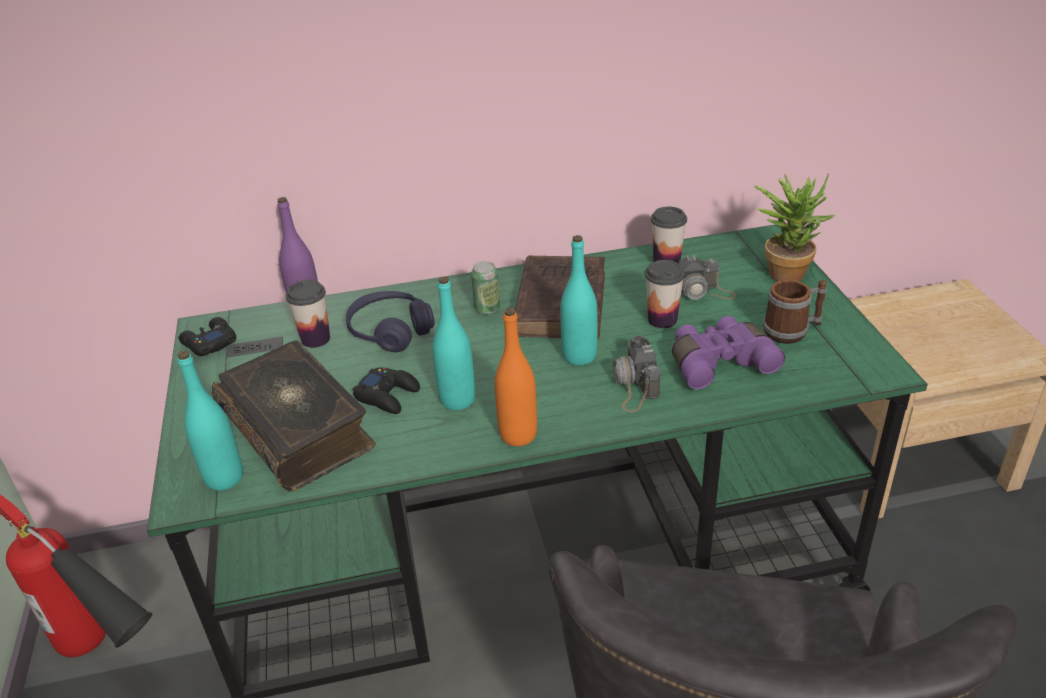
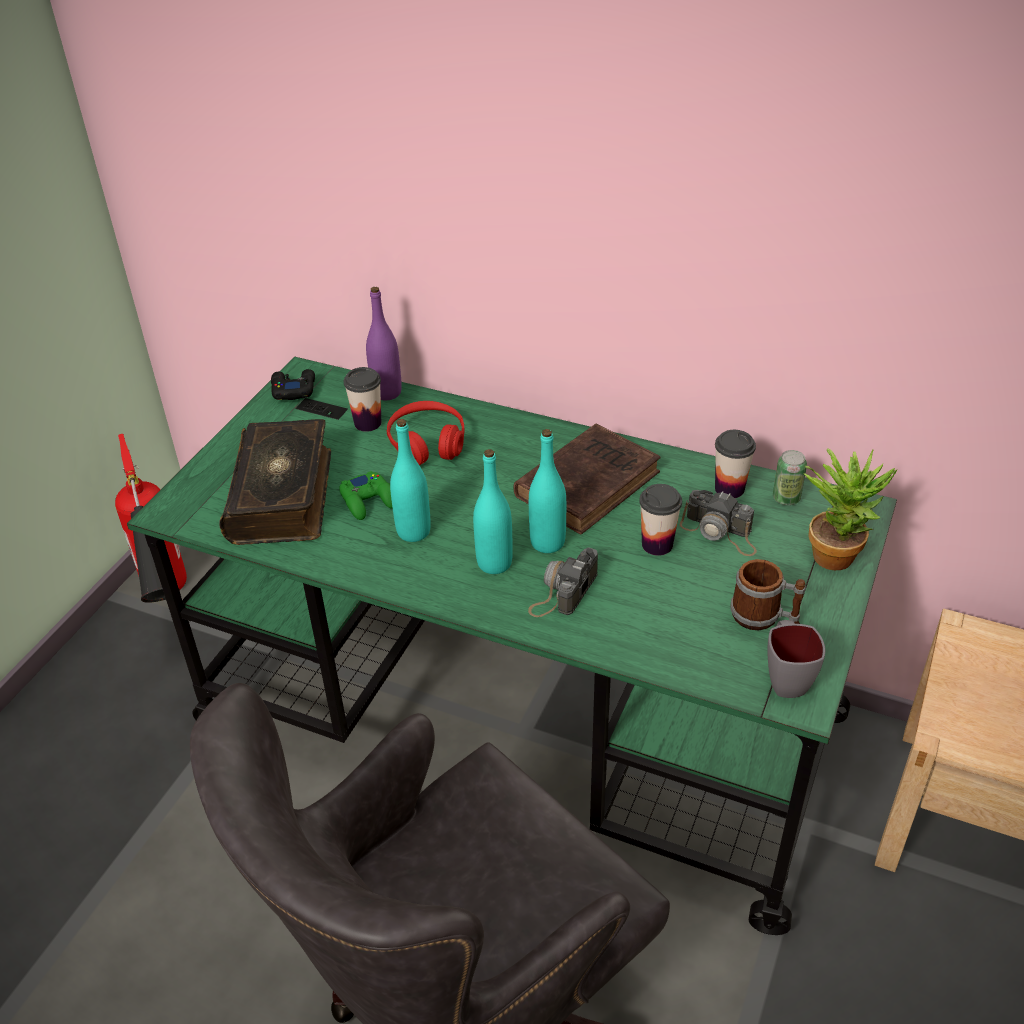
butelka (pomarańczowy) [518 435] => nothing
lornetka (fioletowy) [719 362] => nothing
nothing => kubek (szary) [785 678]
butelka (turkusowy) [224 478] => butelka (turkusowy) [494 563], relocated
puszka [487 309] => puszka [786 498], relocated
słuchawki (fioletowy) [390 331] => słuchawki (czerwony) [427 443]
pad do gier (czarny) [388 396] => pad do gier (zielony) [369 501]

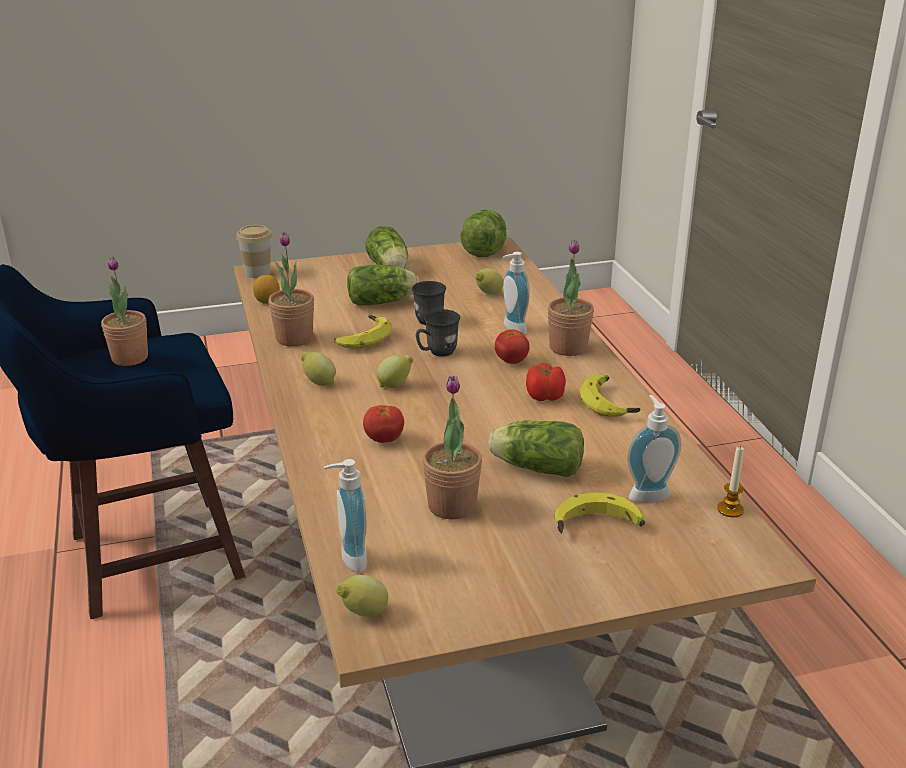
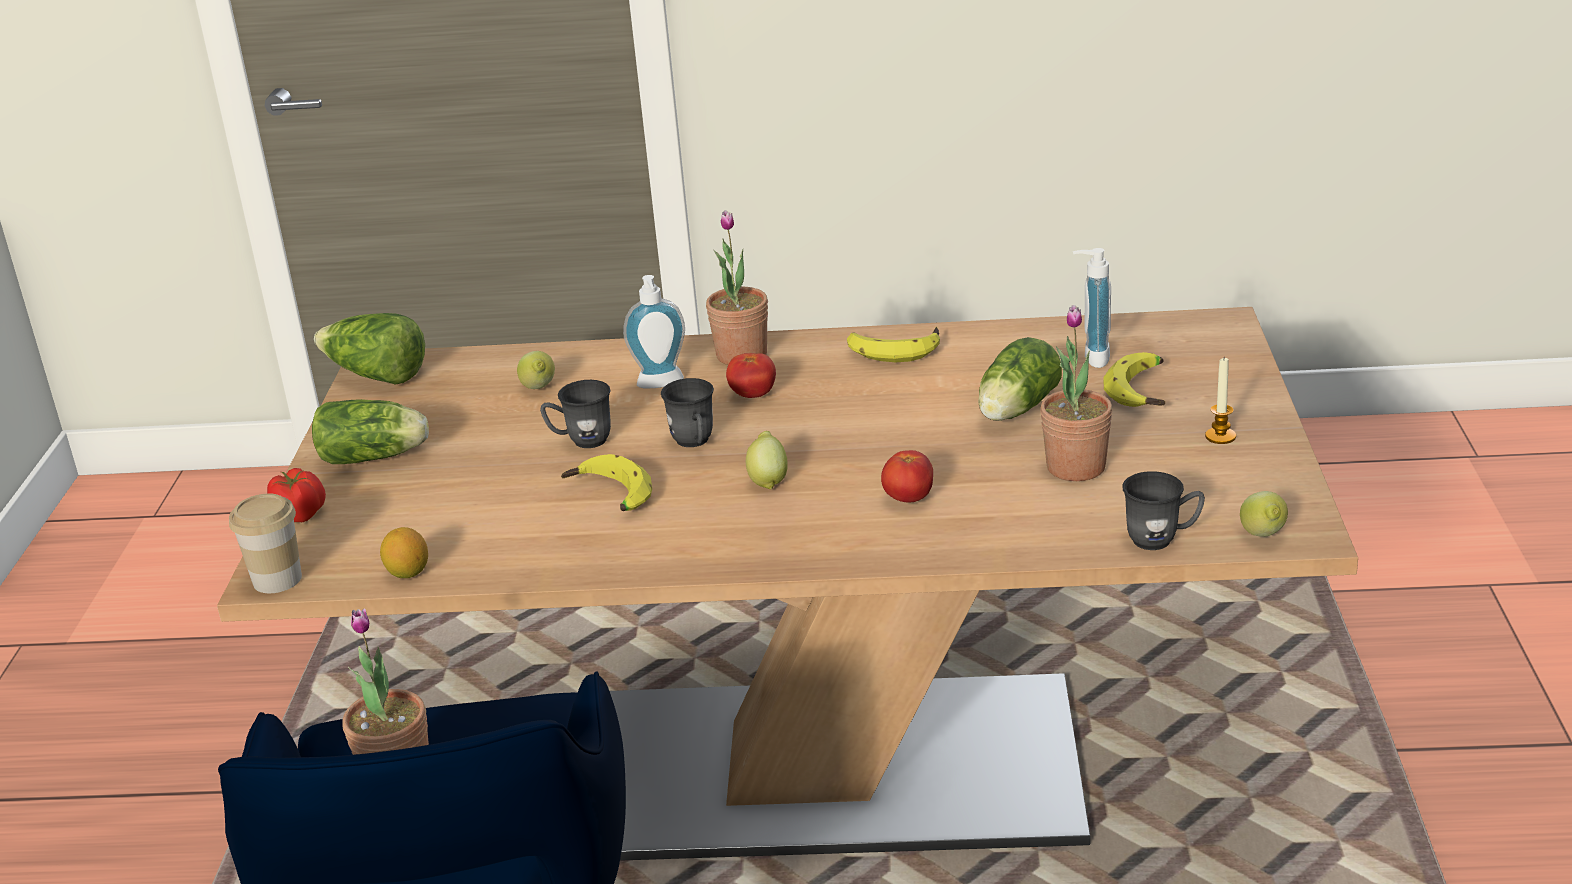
roślina doniczkowa [294 338] => nothing
cytryna [318 382] => nothing
sałata [384 302] => nothing
pomidor [545 397] => pomidor [301 515], relocated
świeca [730 509] => świeca [1220 436], relocated
dozownik mydła [348 559] => kubek (szary) [1162 539]

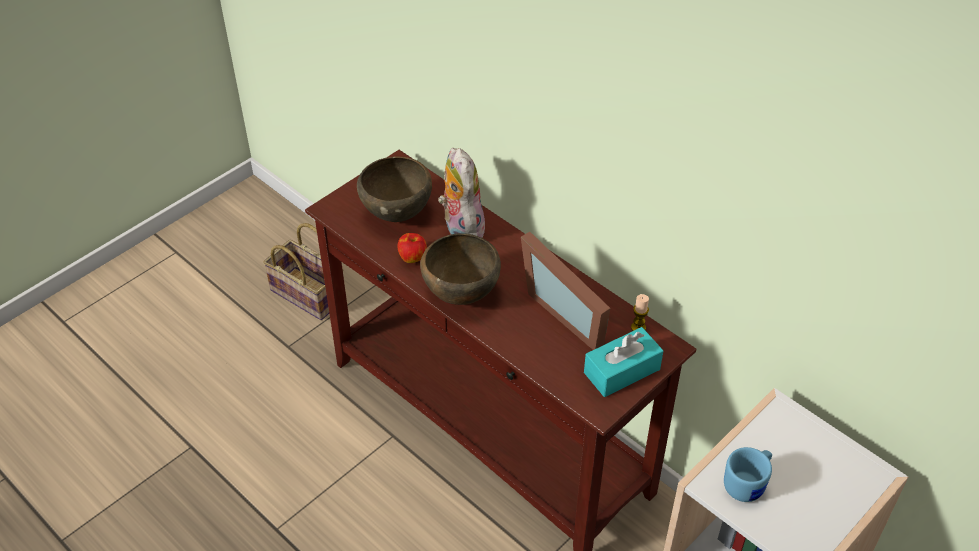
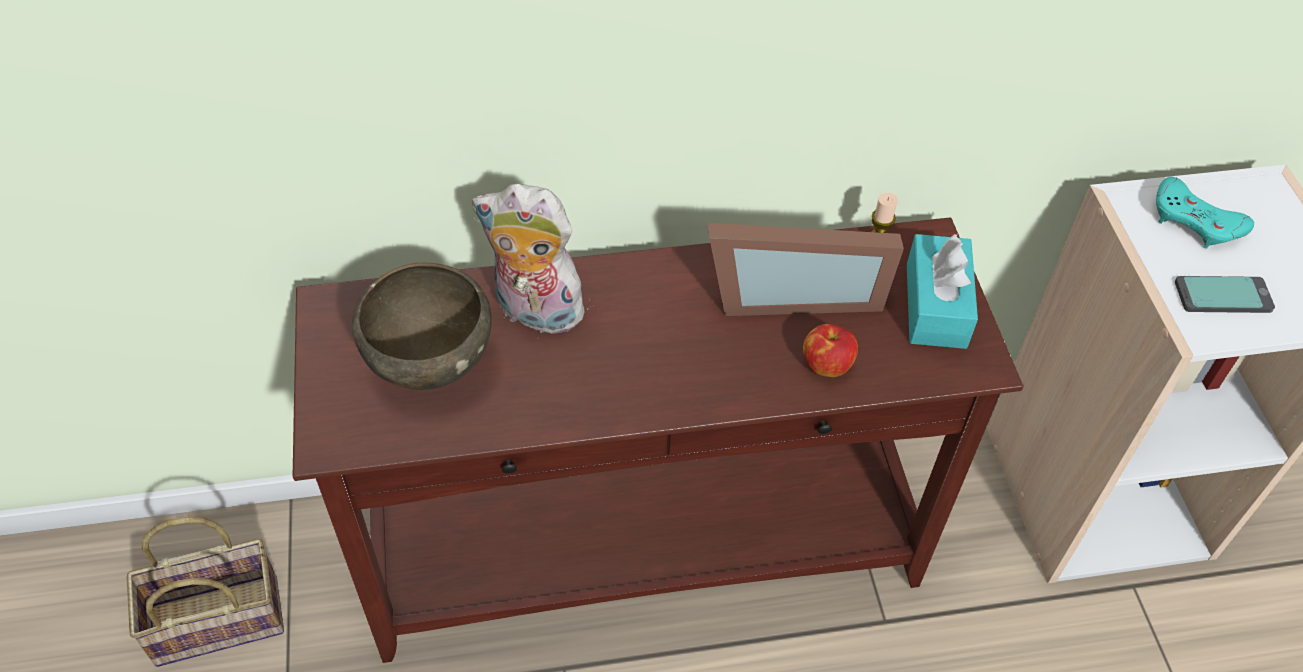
miska (brązowy) [460 295] => nothing
nothing => pad do gier (turkusowy) [1195 221]
jabłko [413 257] => jabłko [826 365], relocated
kubek (niebieski) [748 484] => telefon [1222 295]

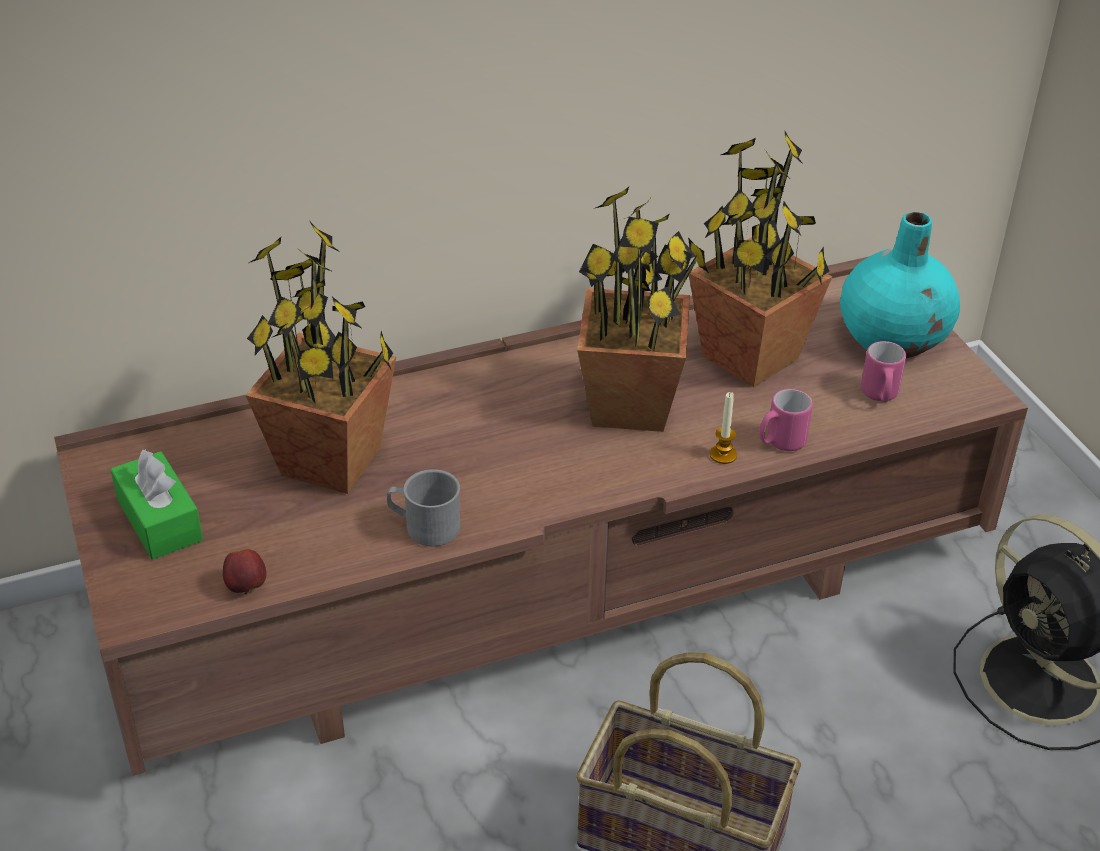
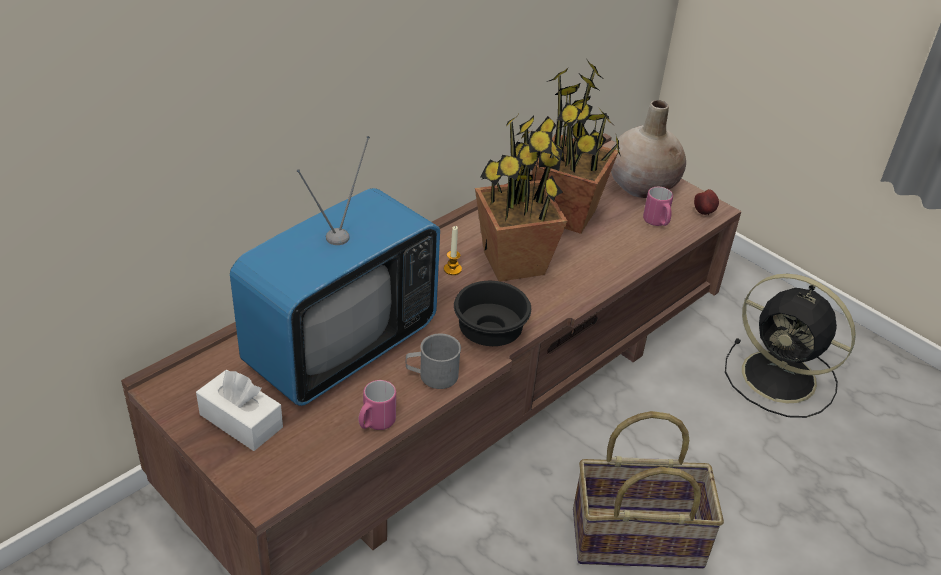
nothing => miska (czarny) [488 331]
jabłko [246 587] => jabłko [704 212], relocated
świeca [723 455] => świeca [452 269], relocated
kubek (różowy) [780 443] => kubek (różowy) [375 423], relocated
roślina doniczkowa [332 462] => telewizor [340 347]
pudełko chusteczek (zielony) [159 520] => pudełko chusteczek (biały) [241 421]
wazon (turkusowy) [893 339] => wazon (beżowy) [642 185]

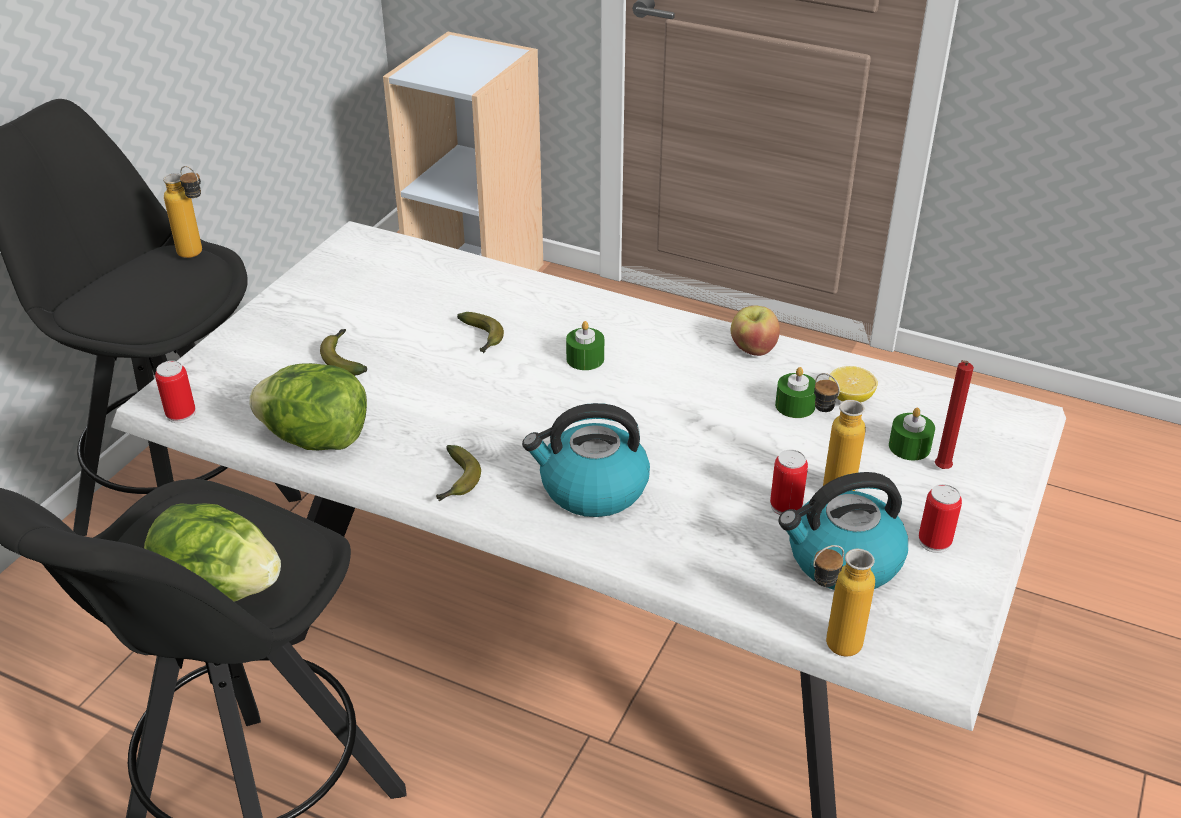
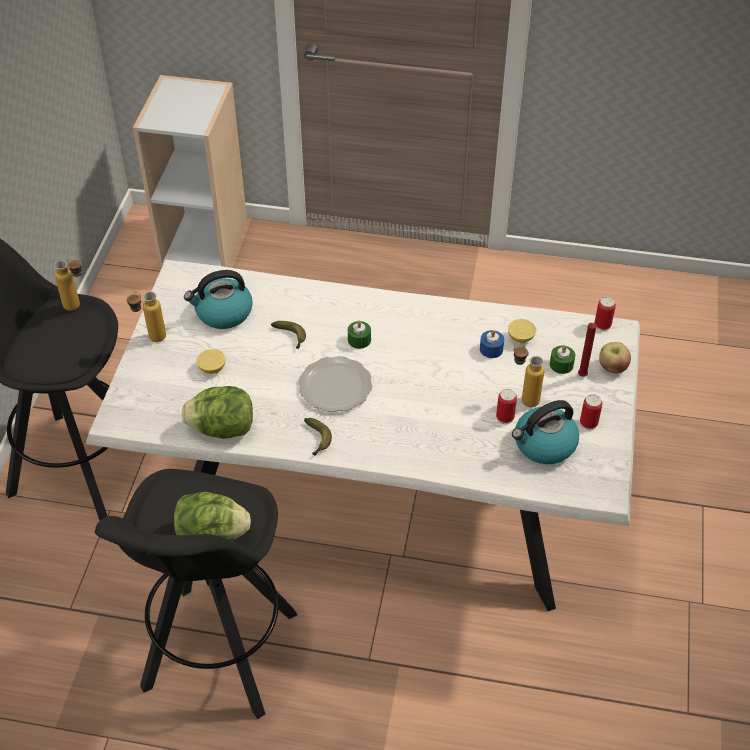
nothing => talerz [336 386]
puszka [181 414] => puszka [602 325], relocated
czajnik [592 488] => czajnik [223 313], relocated
jabłko [753 349] => jabłko [612 367], relocated
butelka [830 648] => butelka [151 339], relocated
banan [343 358] => cytryna [212 368]
świeca (zielony) [795 405] => świeca (niebieski) [491 349]

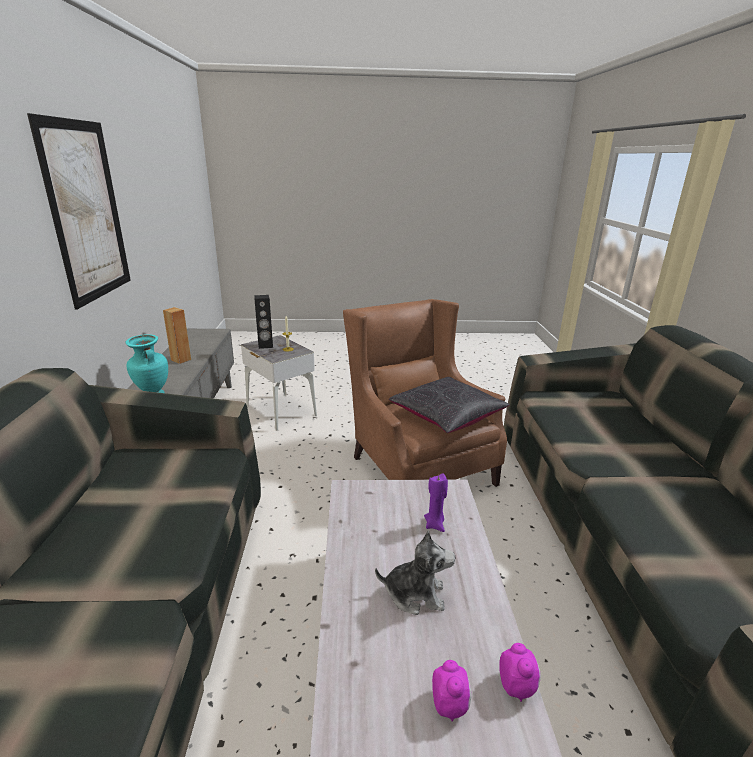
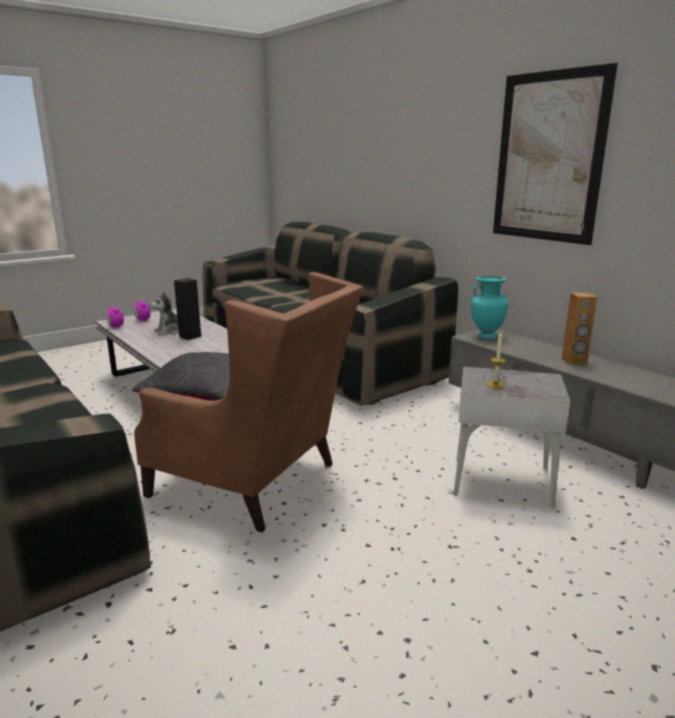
świeca (fioletowy) [435 524] => nothing
głośnik (czarny) [265 346] => głośnik (czarny) [190 336], relocated

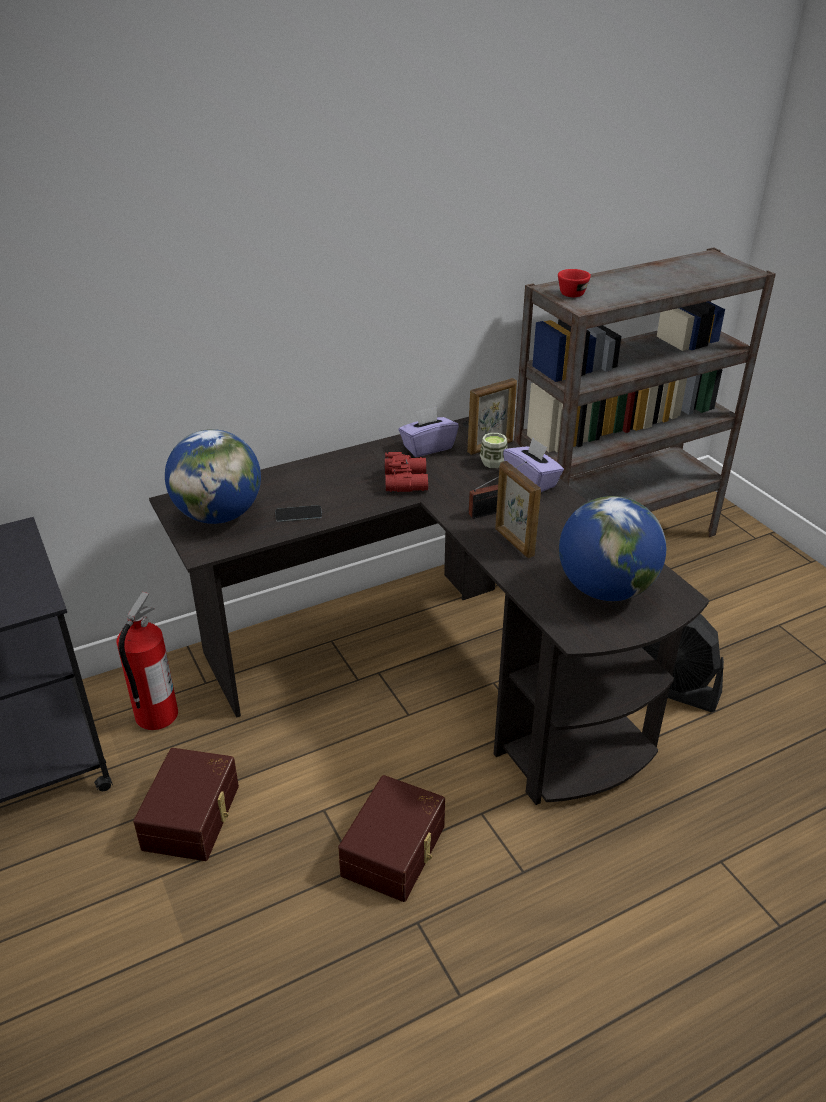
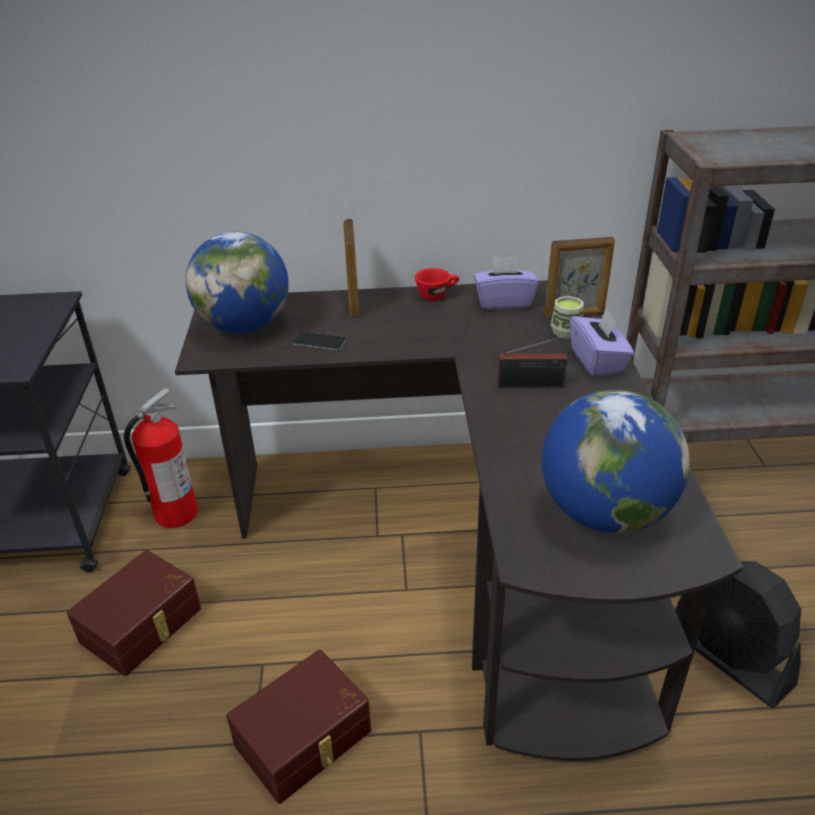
lornetka (czerwony) [407 481] => nothing
ramka na zdjęcie [513 542] => ramka na zdjęcie [353 303], relocated
filiżanka (czerwony) [574 293] => filiżanka (czerwony) [437 294], relocated

